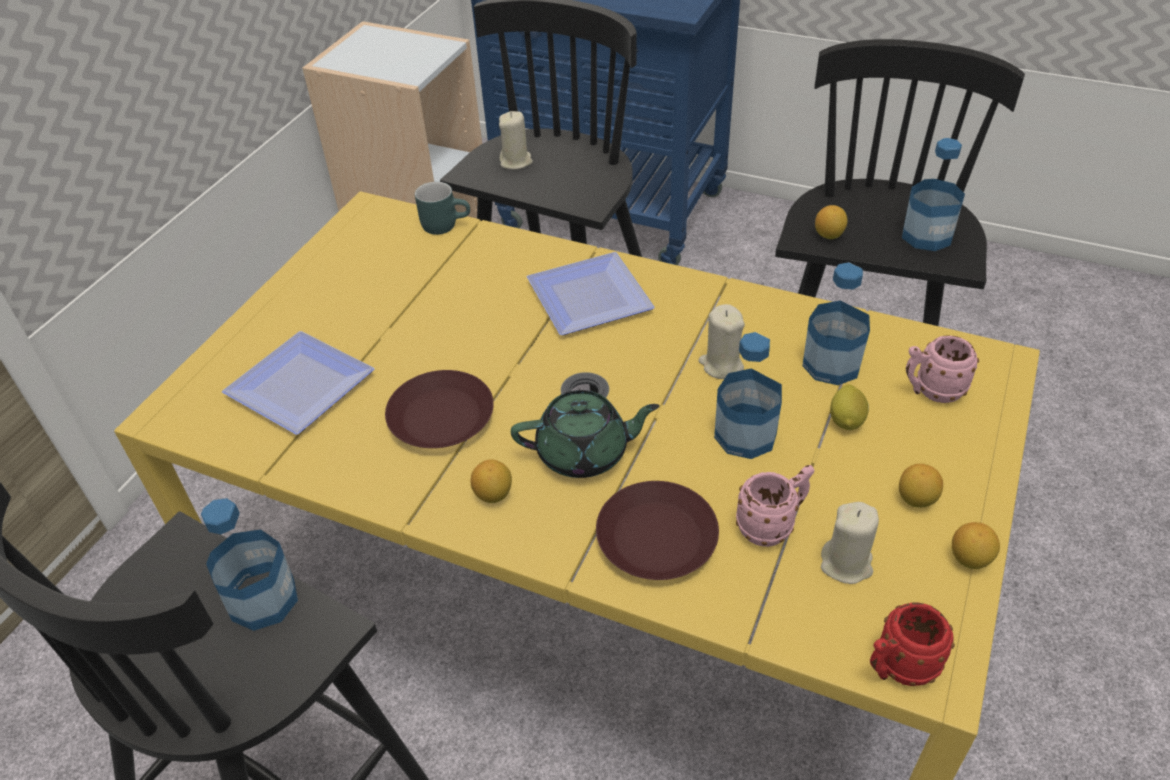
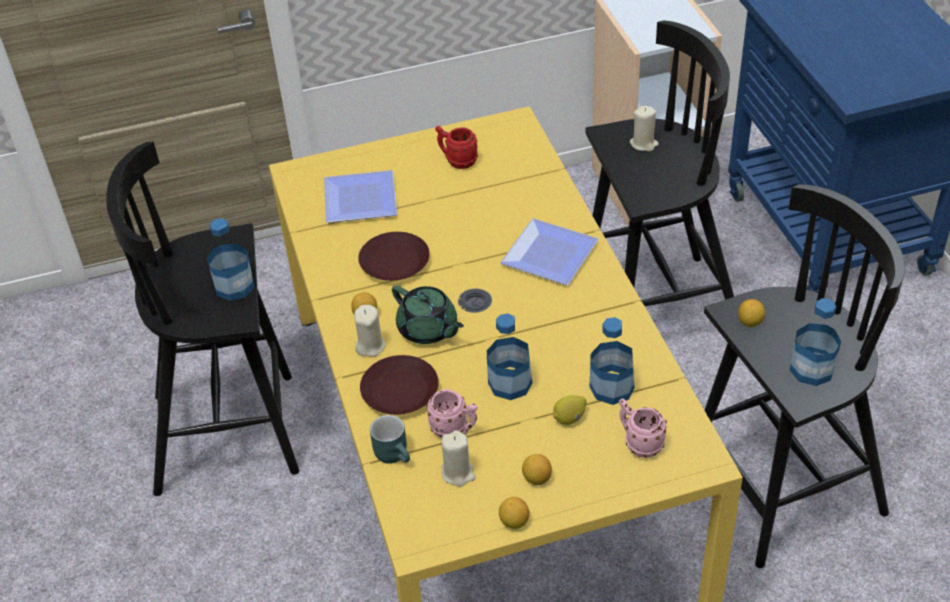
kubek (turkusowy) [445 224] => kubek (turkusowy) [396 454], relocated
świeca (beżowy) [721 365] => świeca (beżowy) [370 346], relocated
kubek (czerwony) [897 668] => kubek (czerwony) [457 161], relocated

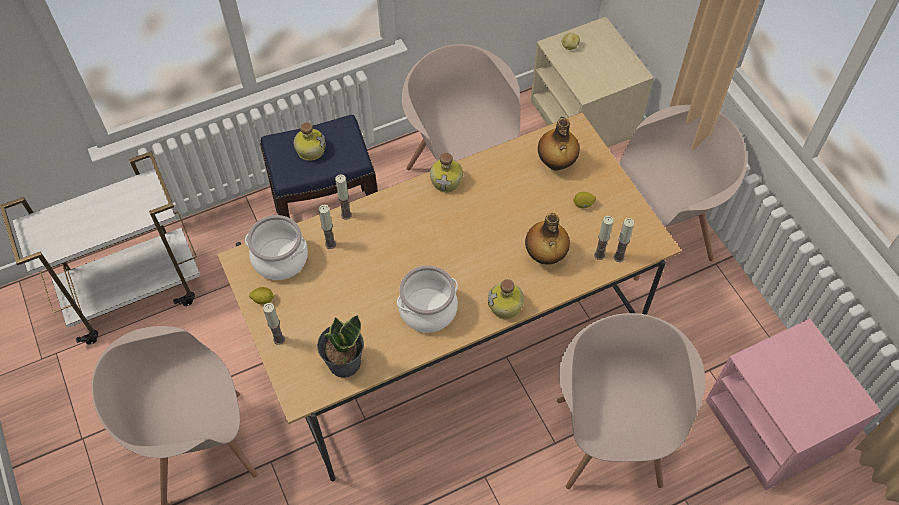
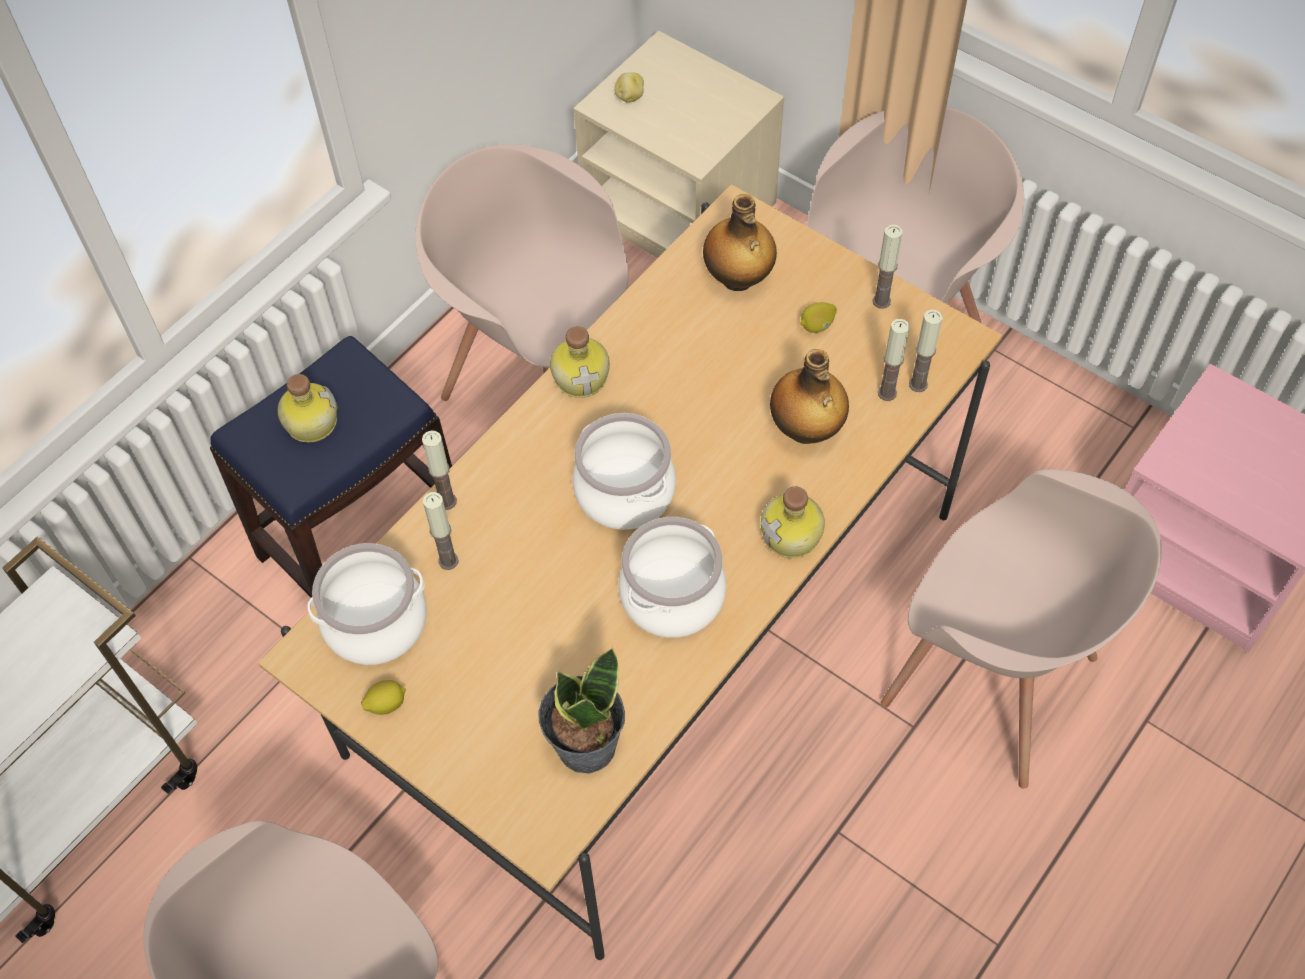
nothing => garnek [624 492]
świeca [279 339] => świeca [881 301], relocated
krzesło (beżowy) [609 440] => krzesło (beżowy) [991 684], 150 degrees clockwise

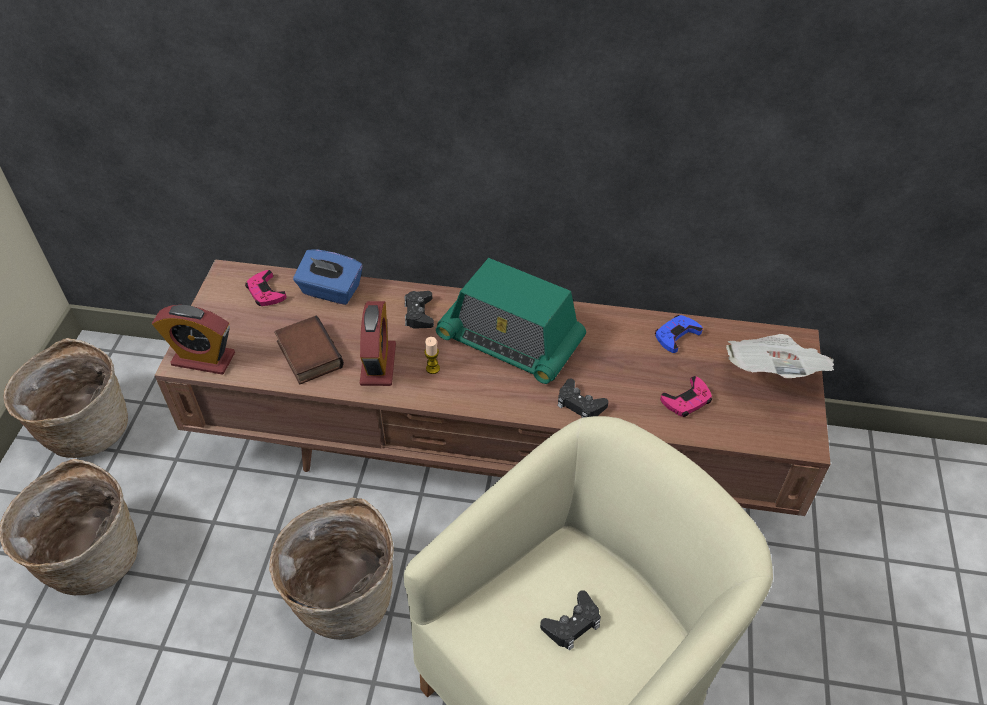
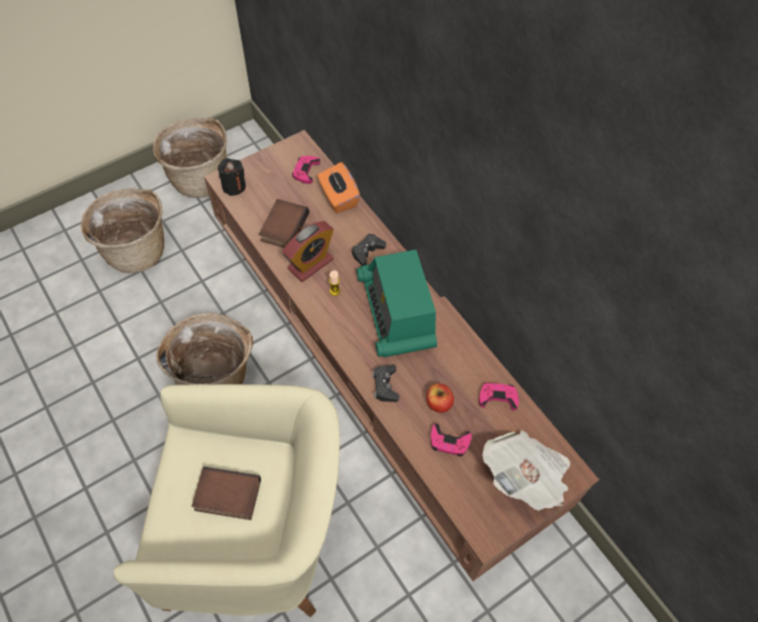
nothing => jabłko [438 403]
budzik [203 359] => świeca (czarny) [234 186]
pad do gier (czarny) [572 624] => książka [226 496]
pudełko chusteczek (niebieski) [331 291] => pudełko chusteczek (pomarańczowy) [338 198]
pad do gier (niebieski) [676 335] => pad do gier (różowy) [498 397]

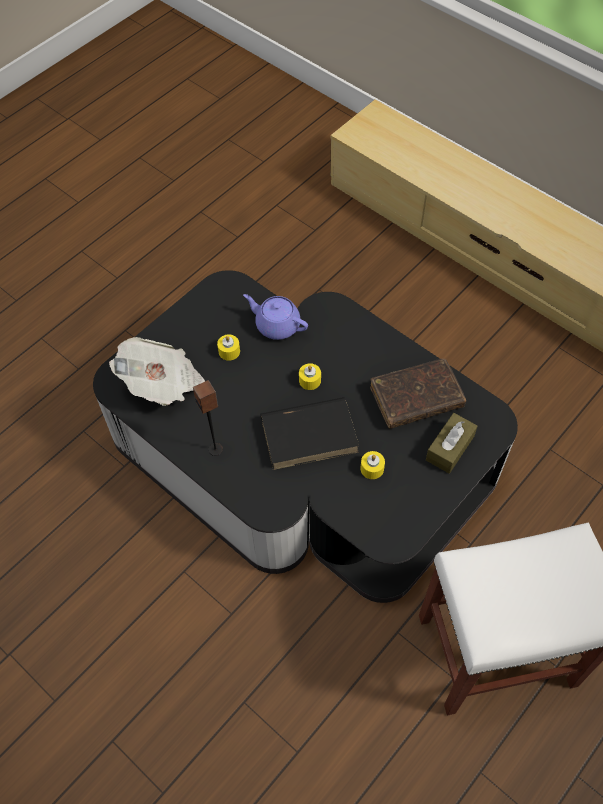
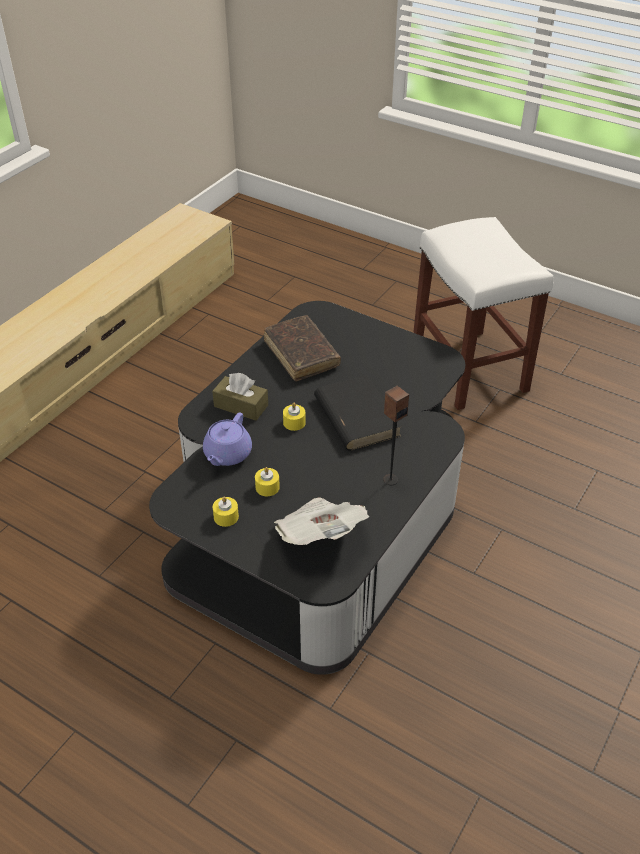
świeca (żółty) [372 468] => świeca (żółty) [226 517], relocated
pudełko chusteczek (brązowy) [450 448] => pudełko chusteczek (brązowy) [241 406], relocated

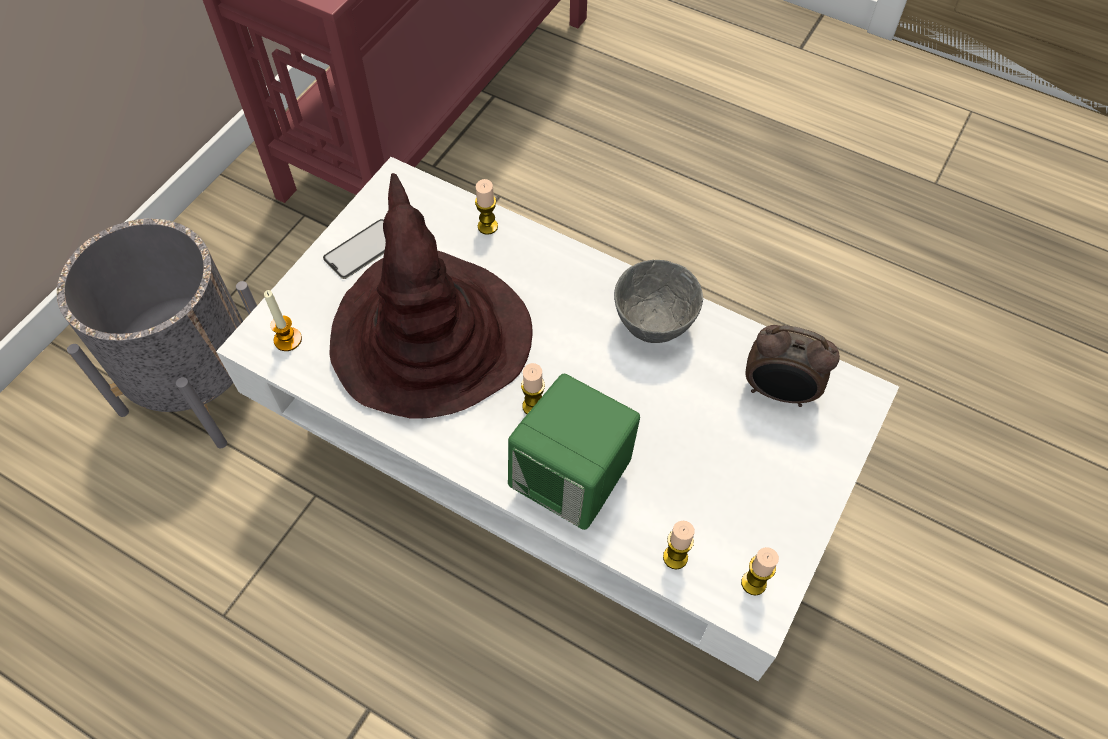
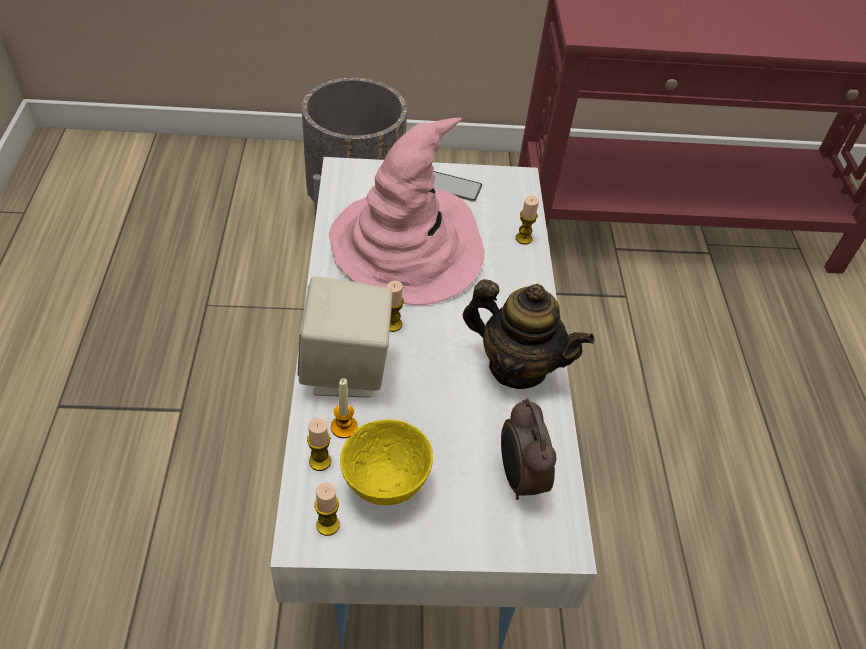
nothing => miska (żółty) [387 485]
świeca [288 339] => świeca [344 427], relocated
miska (szary) [652 324] => imbryk [517 366]
kapelusz (brązowy) [430 337] => kapelusz (różowy) [408 247]
głośnik (zielony) [573 480] => głośnik (beżowy) [346 371]

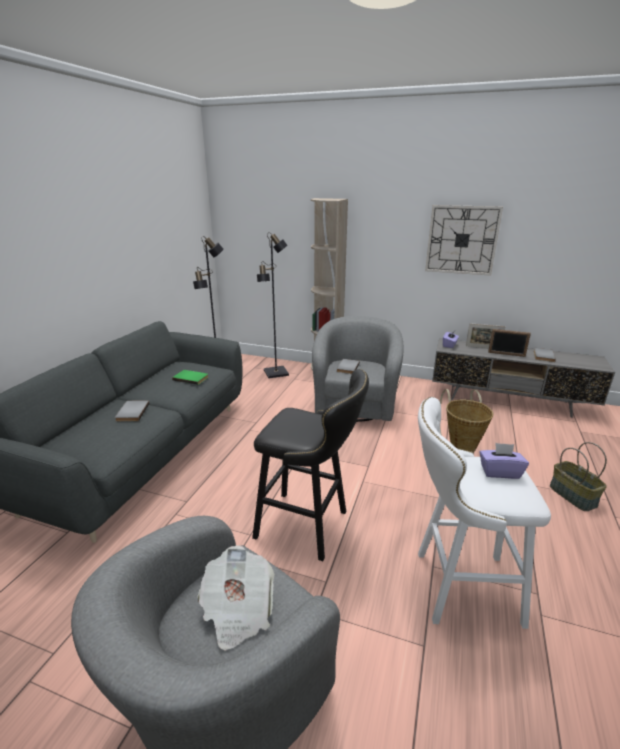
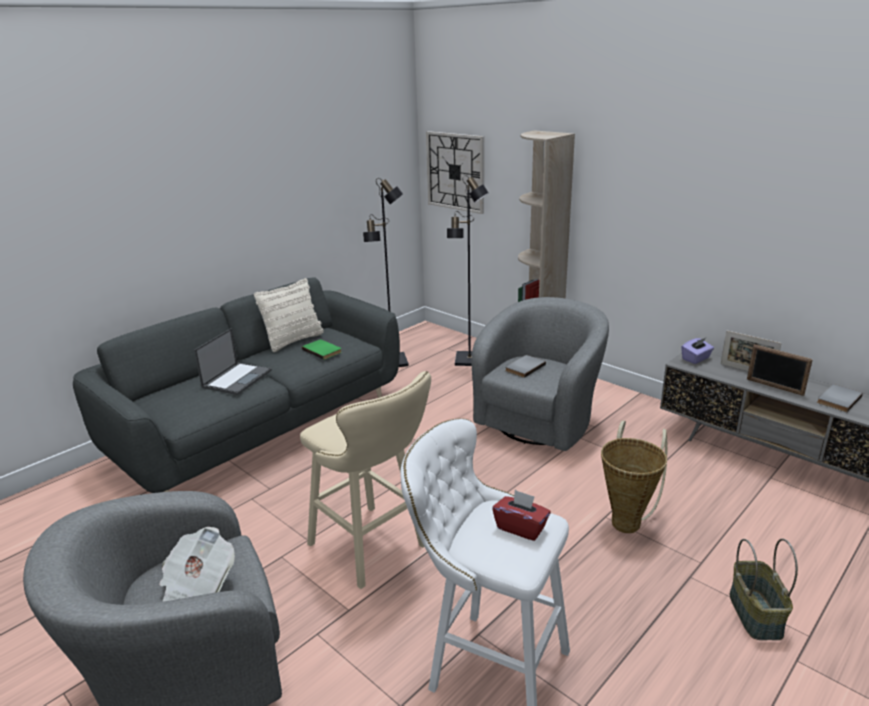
nothing => poduszka (beżowy) [293 341]
zegar ścienny [462 240] => zegar ścienny [455 171], relocated
książka (szary) [131 412] => laptop [237 378]
stołek (czarny) [312 527] => stołek (beżowy) [375 551]
pudełko chusteczek (fioletowy) [499 472] => pudełko chusteczek (czerwony) [521 527]

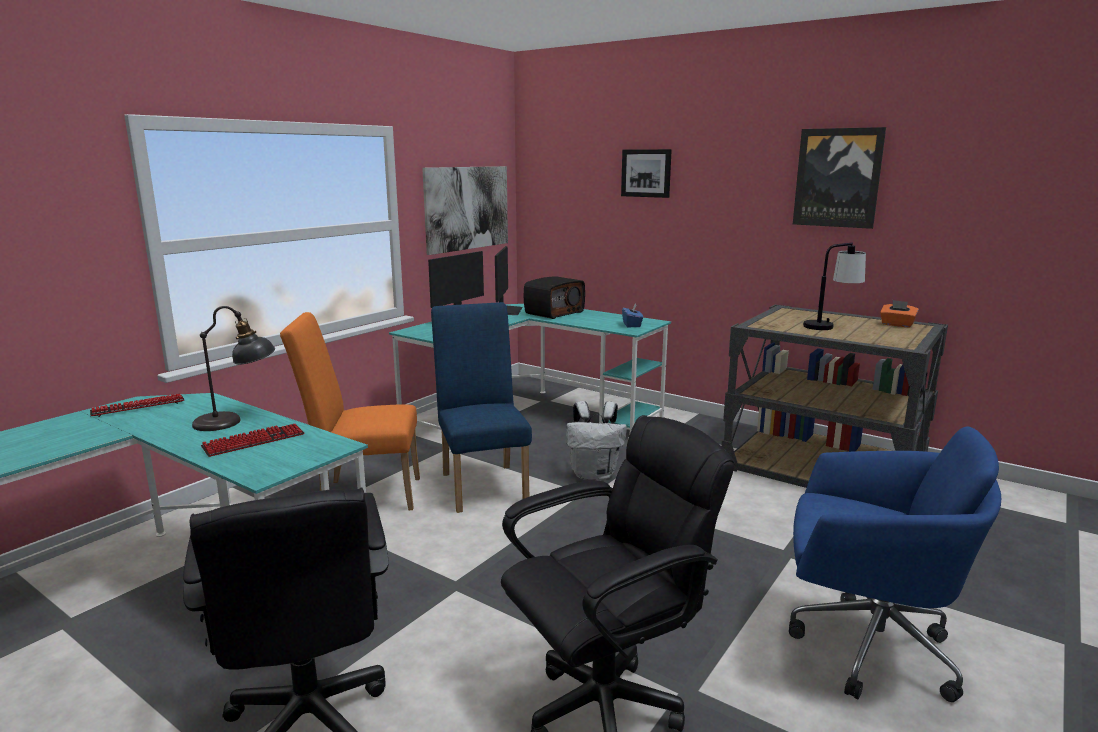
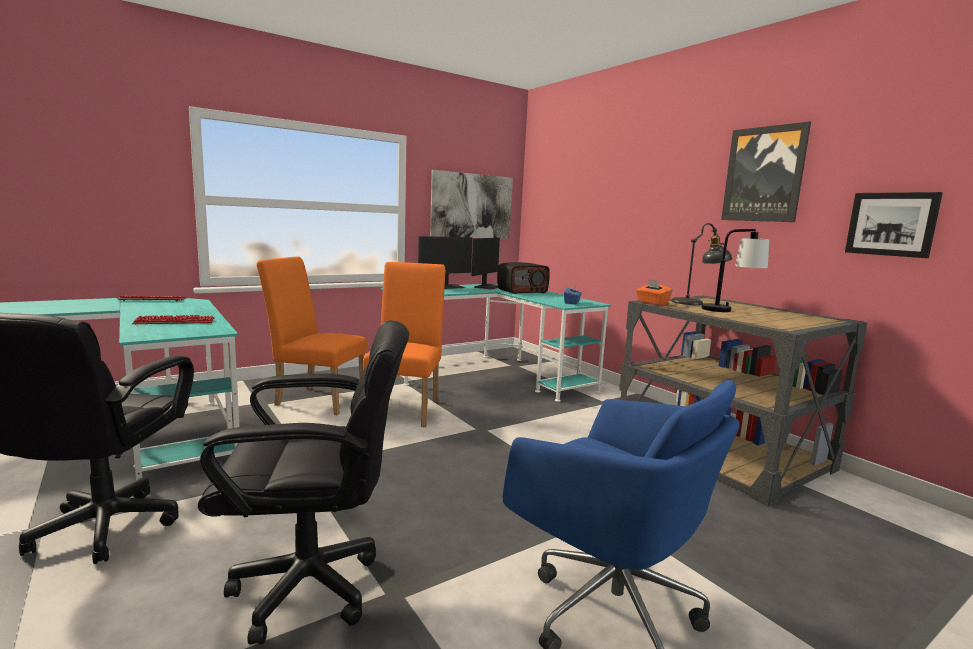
plecak (biały) [594 474] => nothing
lampa stołowa (szary) [237 418] => lampa stołowa (szary) [697 302], relocated
obraz [646 173] => obraz [891 224], relocated
pudełko chusteczek (pomarańczowy) [897 325] => pudełko chusteczek (pomarańczowy) [652 303], relocated
krzesło (niebieski) [483 483] => krzesło (pomarańczowy) [406 409]

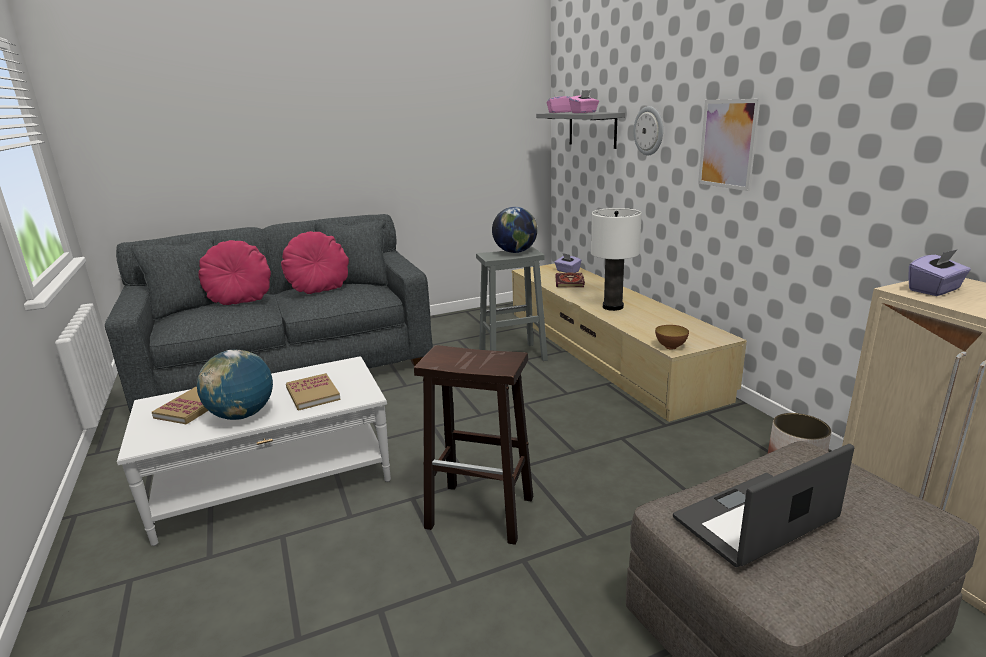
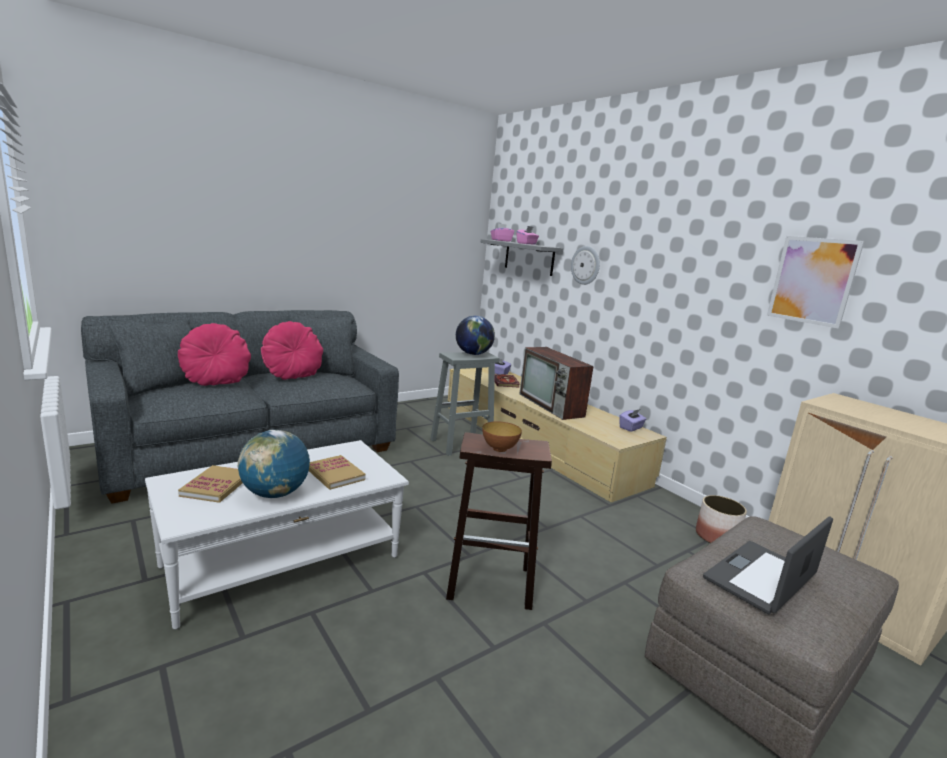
miska [670 347] => miska [499 449], relocated
obraz [727 144] => obraz [812 280], relocated
pudełko chusteczek (fioletowy) [934 290] => pudełko chusteczek (fioletowy) [631 428], relocated
lampa stołowa (biały) [613 307] => telewizor [552 405]

